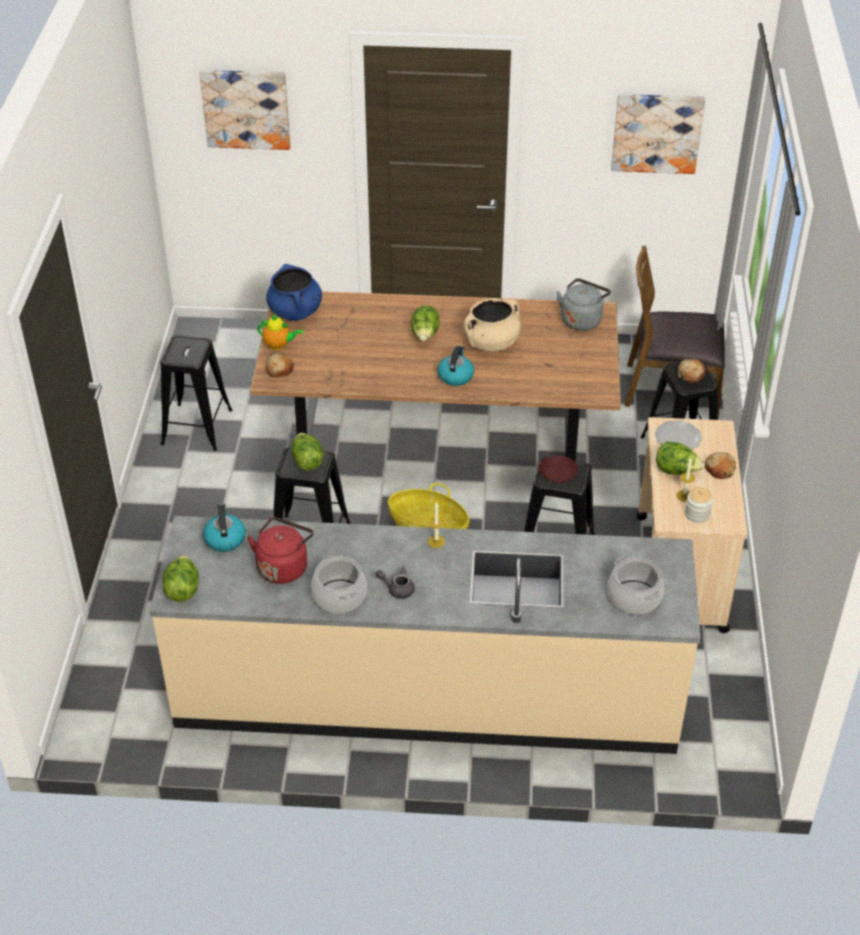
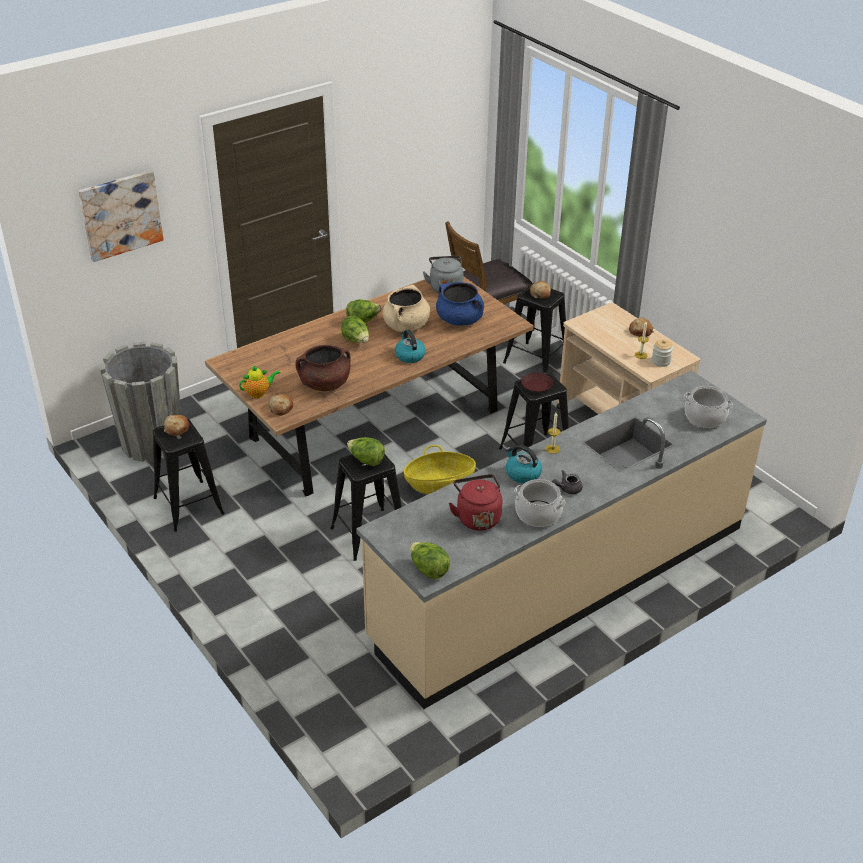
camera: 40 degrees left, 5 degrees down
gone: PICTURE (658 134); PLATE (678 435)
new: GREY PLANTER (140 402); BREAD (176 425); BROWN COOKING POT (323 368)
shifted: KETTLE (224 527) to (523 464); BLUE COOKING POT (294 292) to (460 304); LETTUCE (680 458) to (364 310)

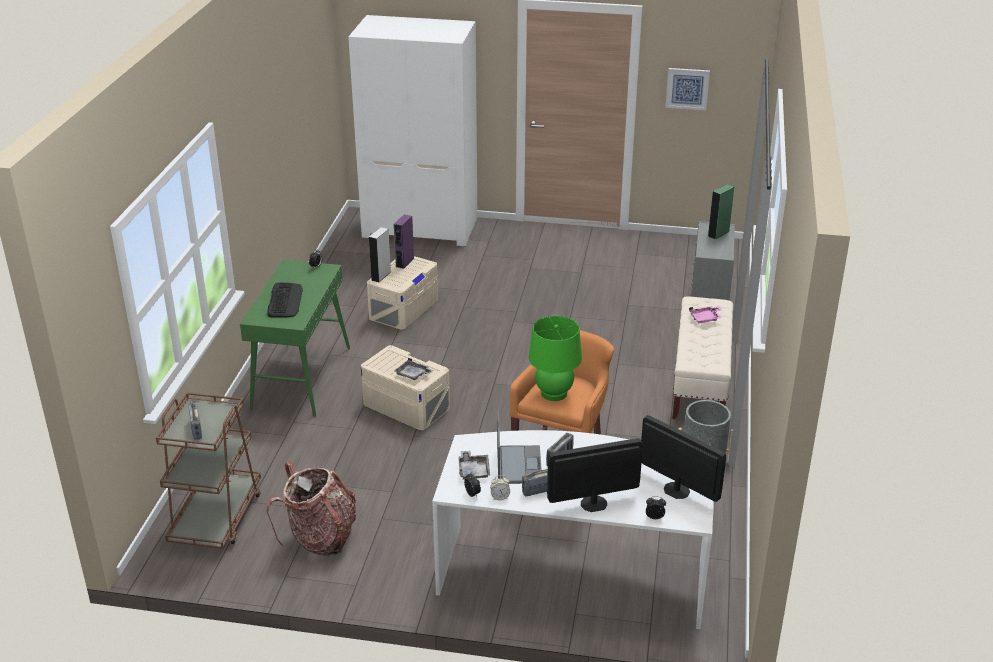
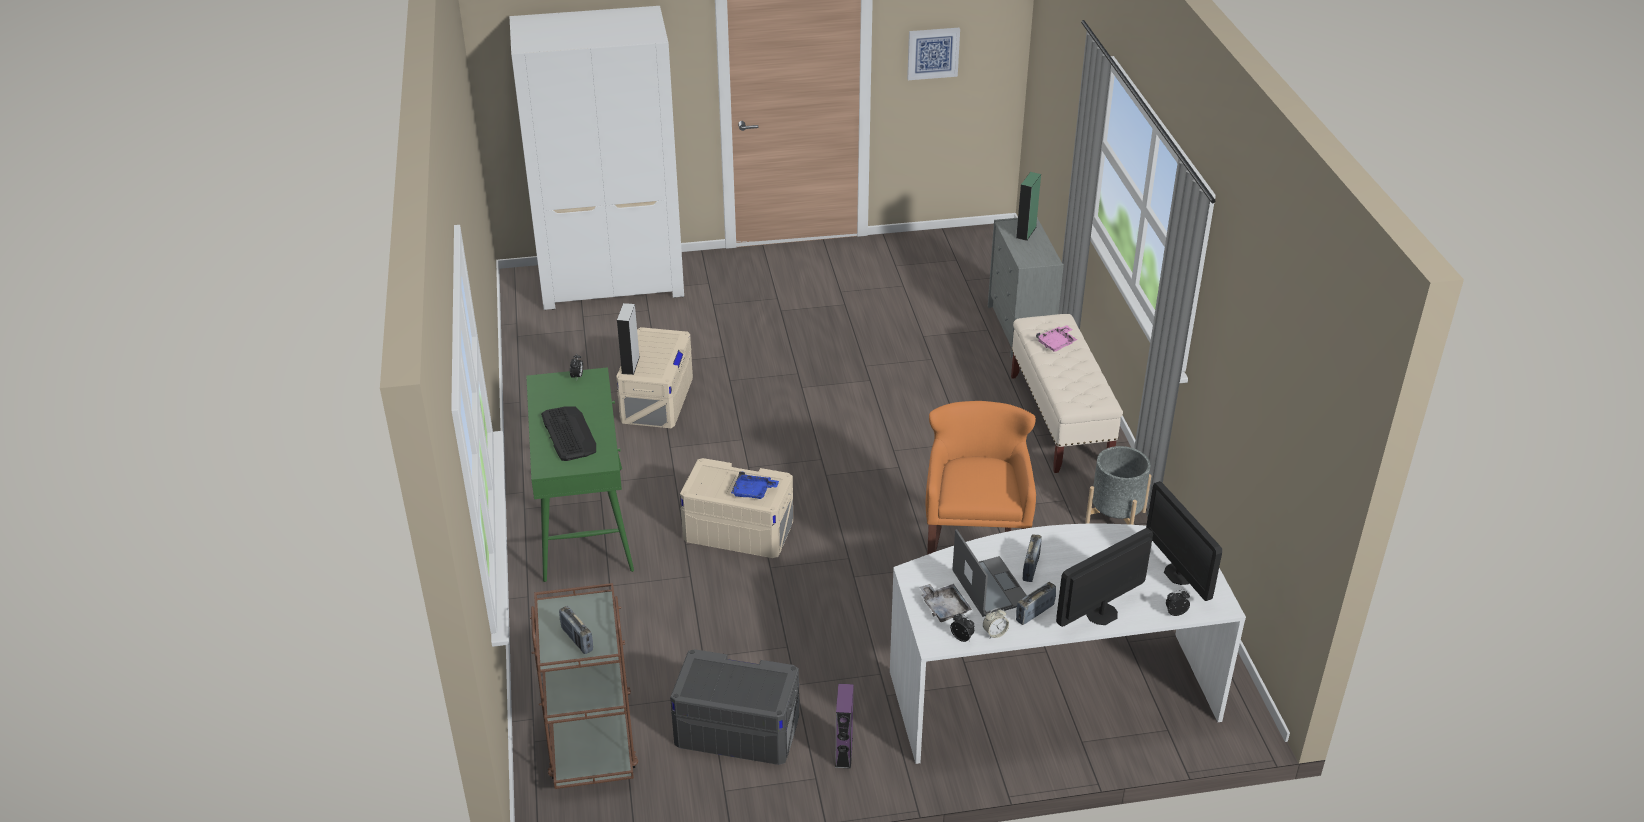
camera: 20 degrees left, 5 degrees up
gone: GREEN TABLE LAMP (555 358)
shifted: PURPLE SPEAKER (404 242) to (844 726)
swapped: BACKPACK (311 508) to GREY STORAGE BOX (734 707)
repainted: GREY TRAY (414 369) to BLUE TRAY (755 485)
rotated: MONITOR (683 458) = (1184 541) 135 degrees counterclockwise

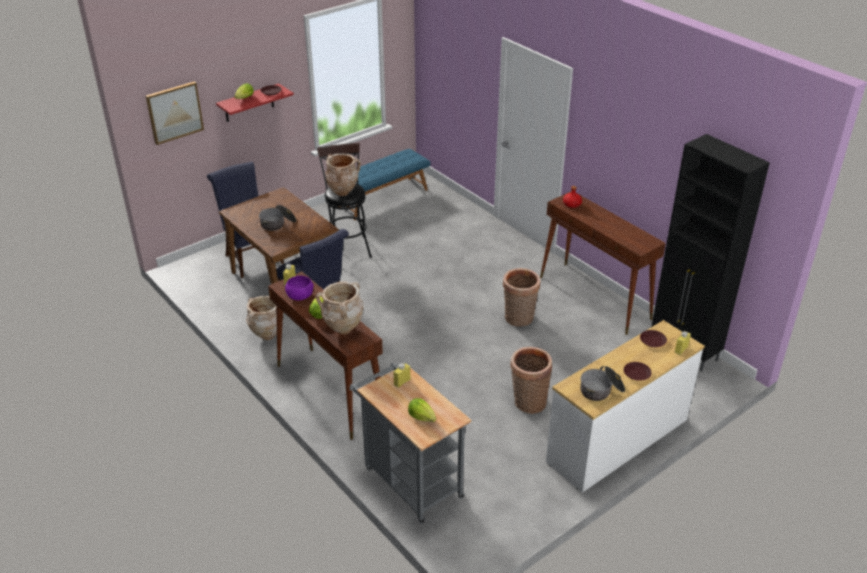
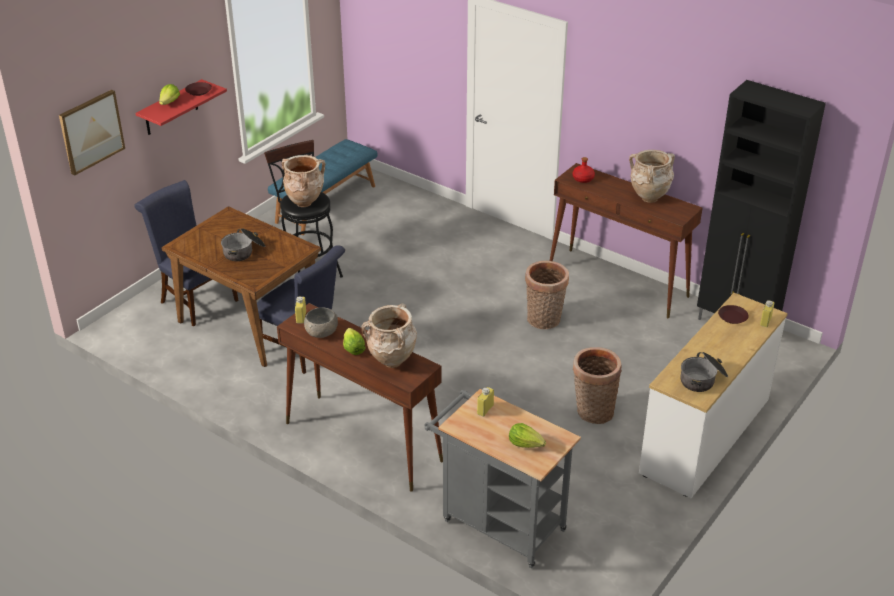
camera: 15 degrees left, 0 degrees up
gone: BROWN PLATE (637 371)
shifted: BEIGE VASE (265 318) to (652 176)
repainted: PURPLE BOWL (299 288) to GREY BOWL (321 322)

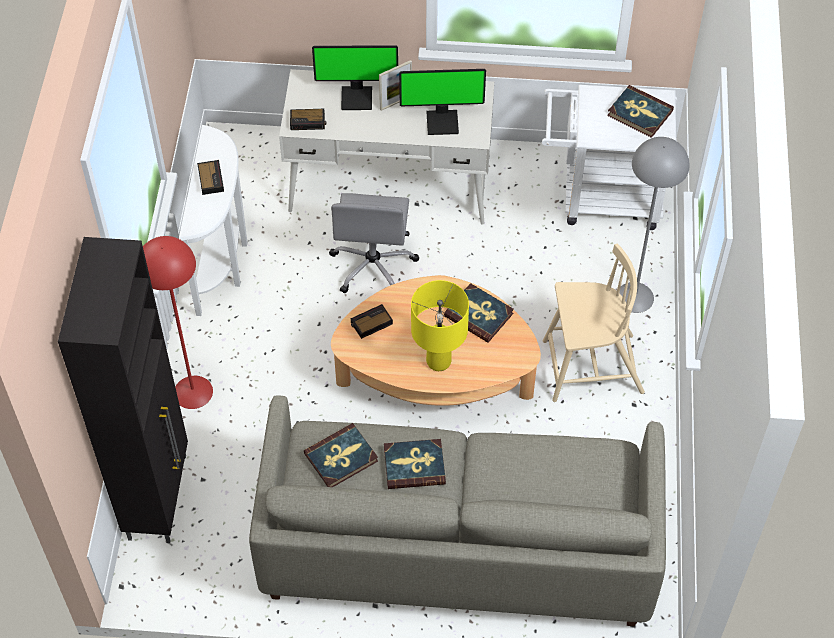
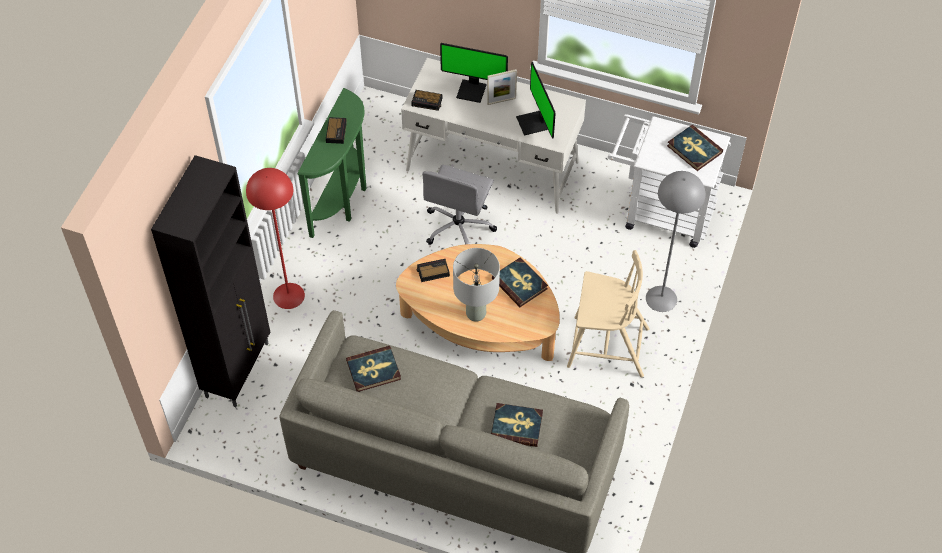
camera: 15 degrees right, 0 degrees up
shifted: BOOK (415 464) to (517 425)
repainted: WHITE CONSOLE TABLE (213 220) to GREEN CONSOLE TABLE (332 163); YELLOW TABLE LAMP (440 325) to GREY TABLE LAMP (476 285)
rotated: MONITOR (442 102) = (536 100) 60 degrees clockwise

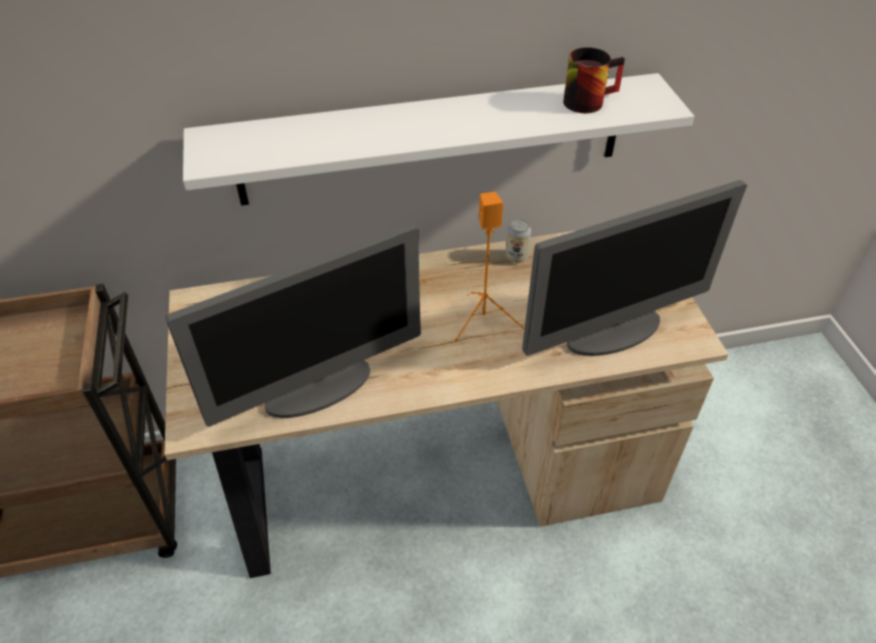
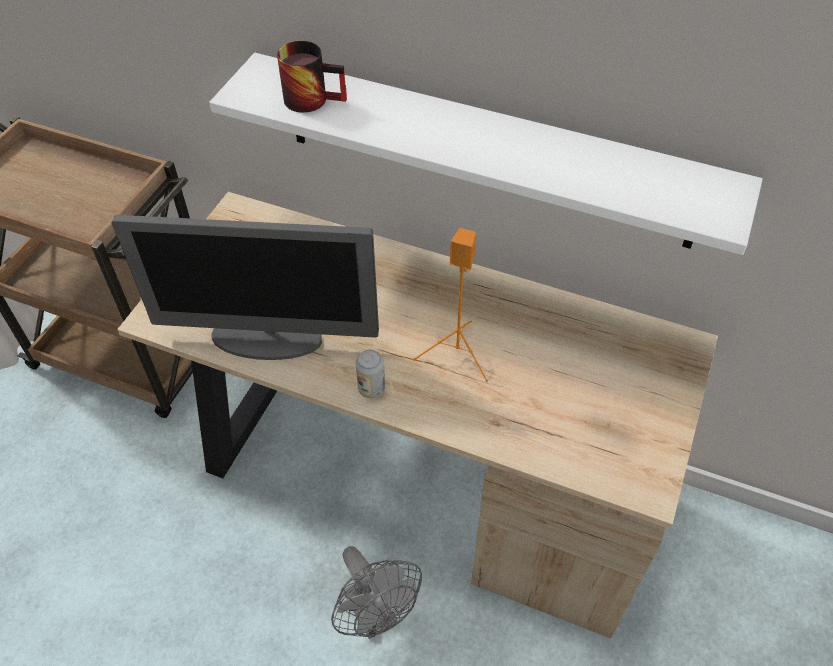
camera: 35 degrees right, 5 degrees up
gone: MONITOR (634 268)
new: GREY FAN (376 592)
shifted: CAN (518 241) to (370 374); MUG (594 80) to (312 77)

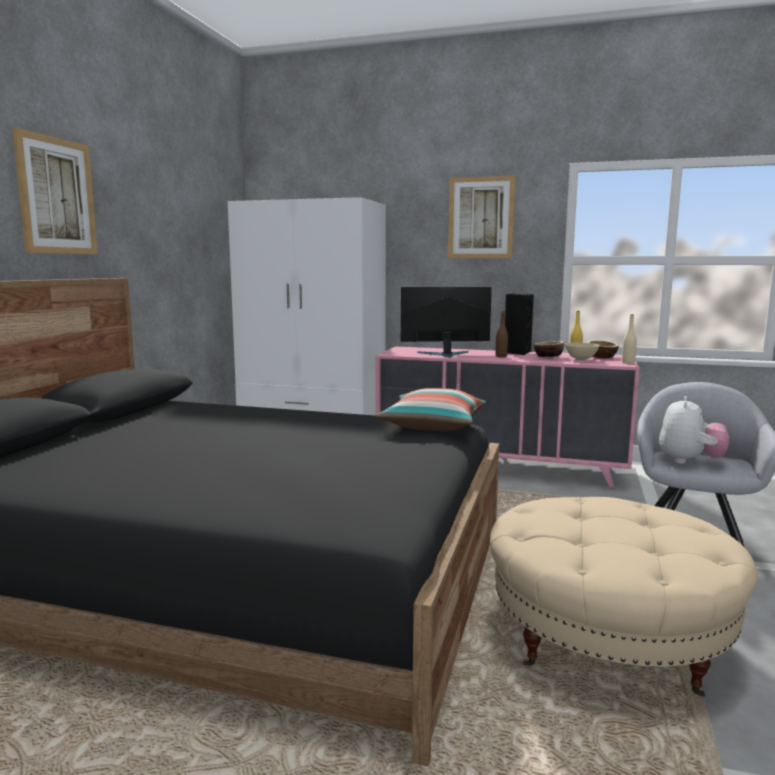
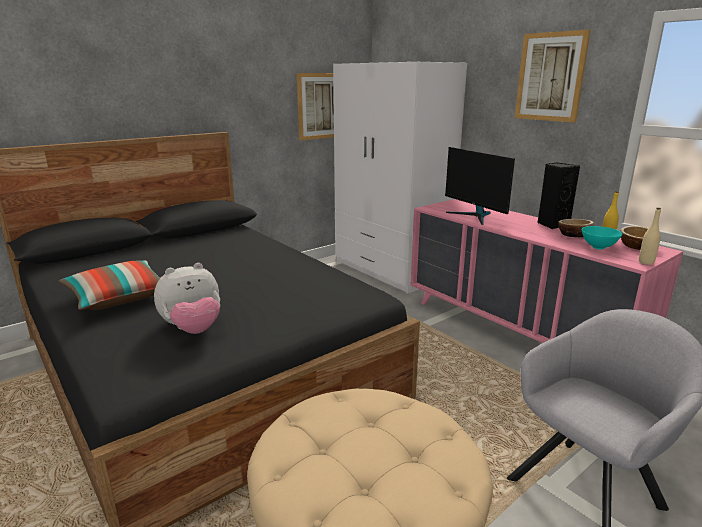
camera: 35 degrees right, 10 degrees up
gone: BROWN BOTTLE (502 334)
shifted: PICTURE (55 191) to (315 107); PILLOW (431 409) to (109 285); PLUSH TOY (694 430) to (187 298)
repainted: BEIGE BOWL (582 352) to TURQUOISE BOWL (601 237)
rotated: MONITOR (446 322) = (480 186) 150 degrees counterclockwise

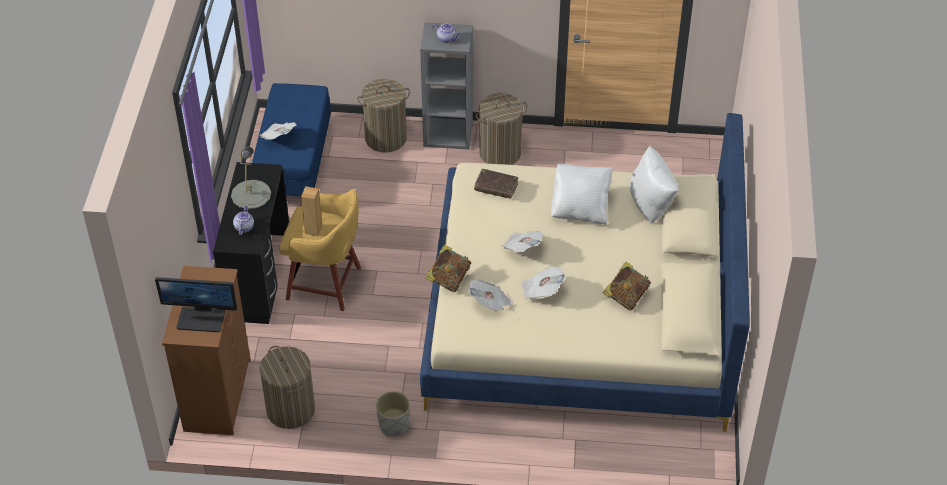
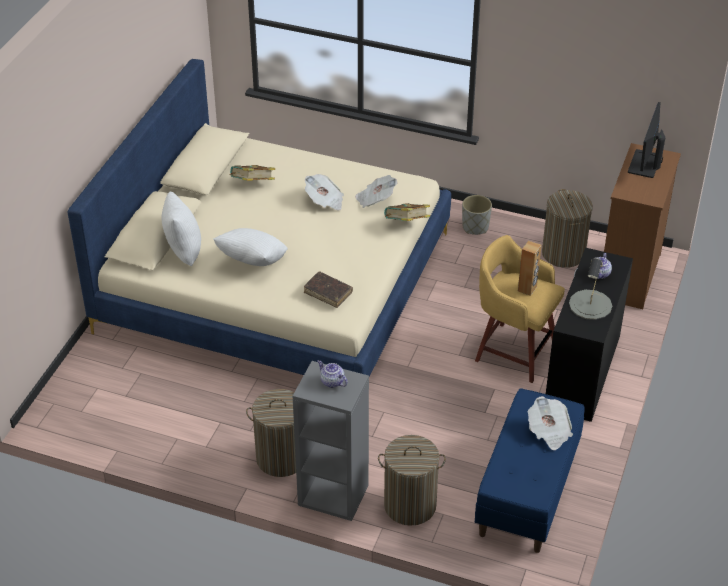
camera: 165 degrees left, 5 degrees down
gone: NEWSPAPER (523 241)
rotated: MONITOR (196 304) = (646 140) 90 degrees counterclockwise

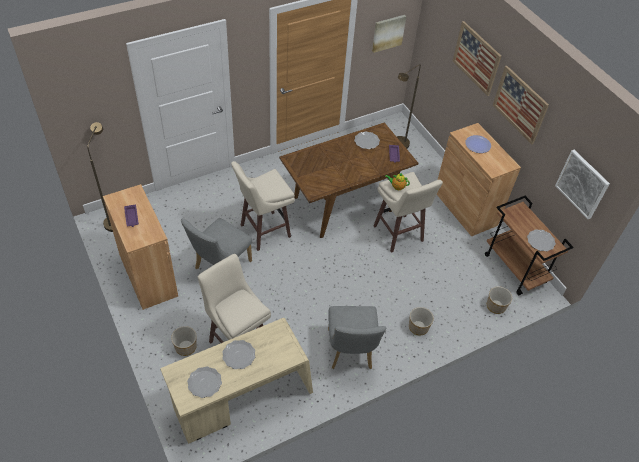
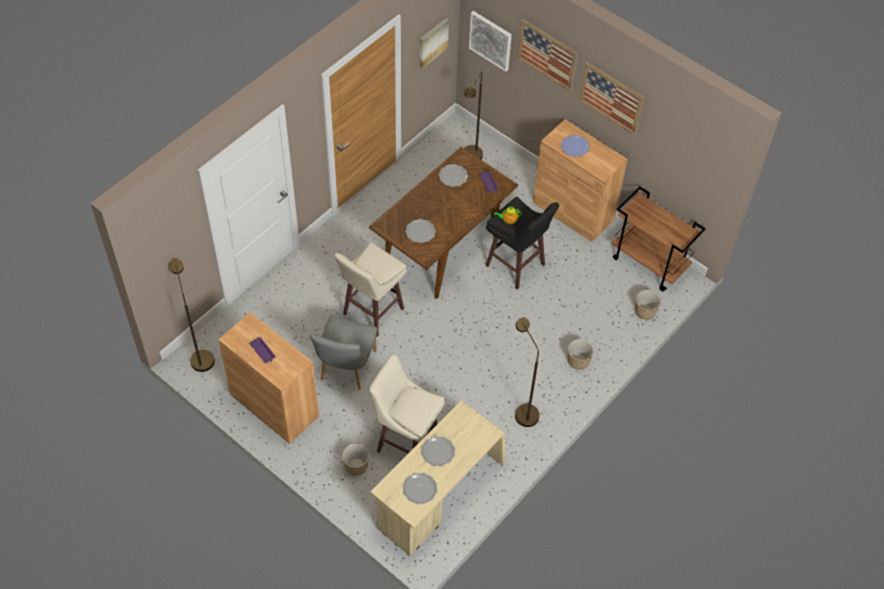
camera: 20 degrees left, 5 degrees up
shifted: PLATE (541 240) to (420 231); PICTURE (582 184) to (490 41)
swapped: GREY CHAIR (357 337) to BROWN FLOOR LAMP (527 372)
repainted: BEIGE STOOL (408 212) to BLACK STOOL (522 243)

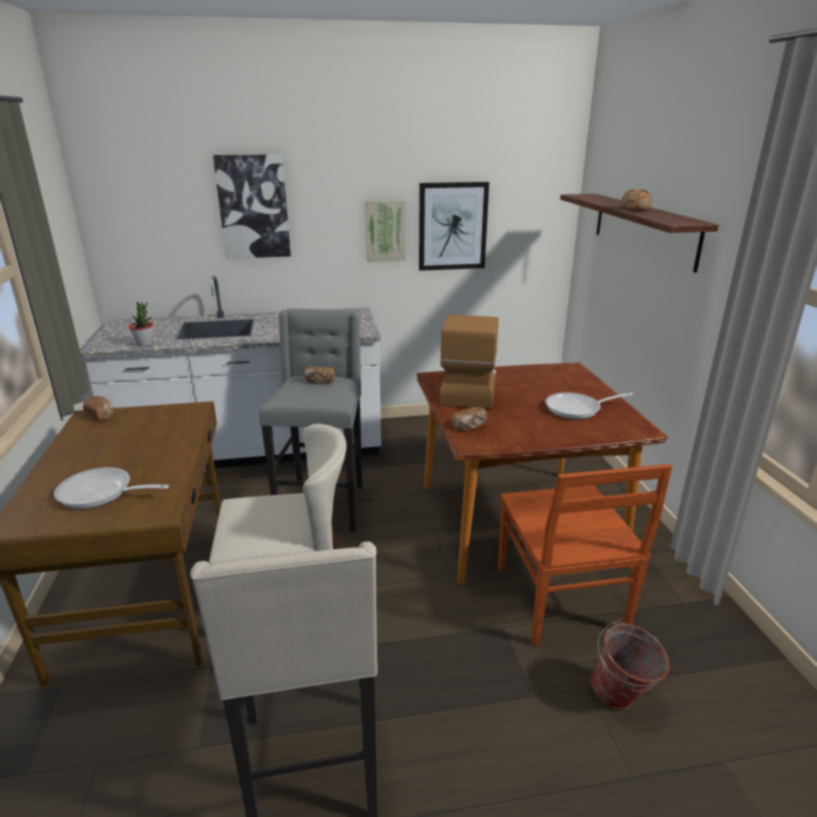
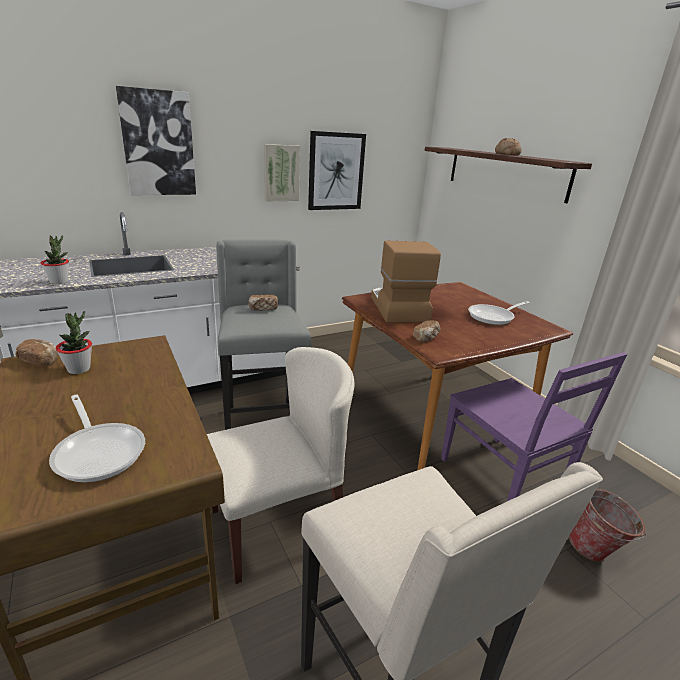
camera: 20 degrees left, 0 degrees up
new: POTTED PLANT (74 342)
repainted: BROWN CHAIR (585 555) to PURPLE CHAIR (534 426)
rotated: FRYING PAN (111 488) = (97 439) 120 degrees counterclockwise

